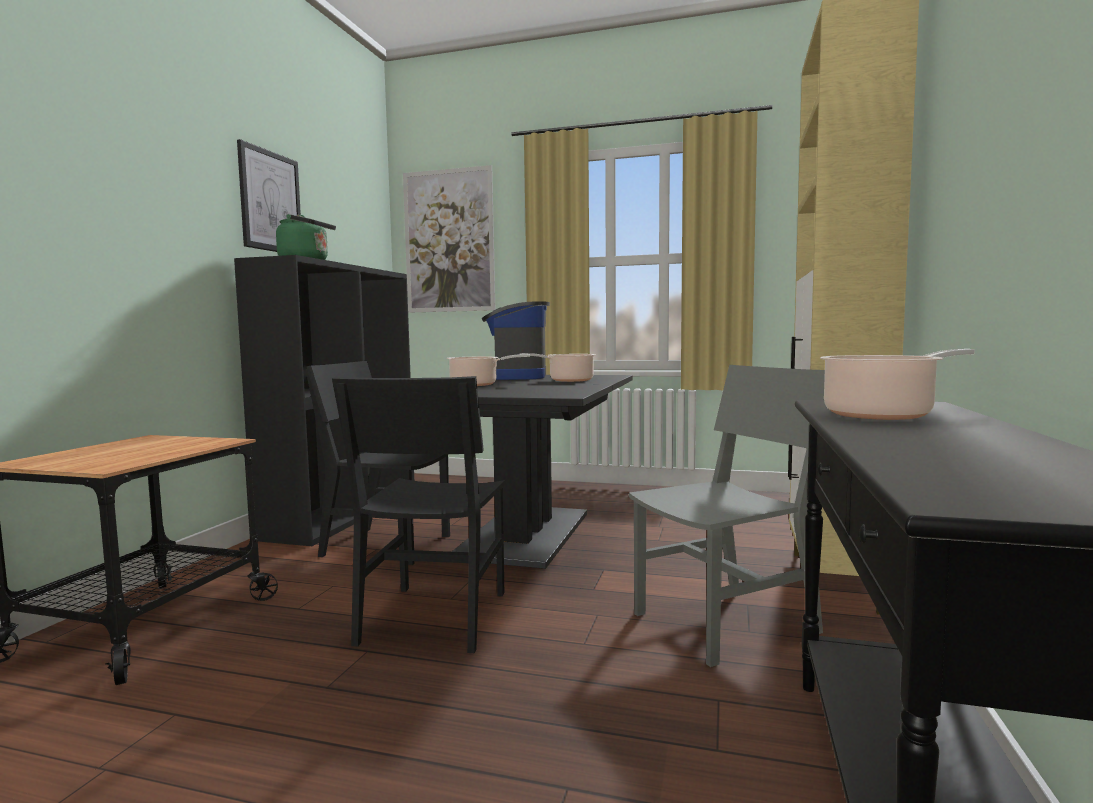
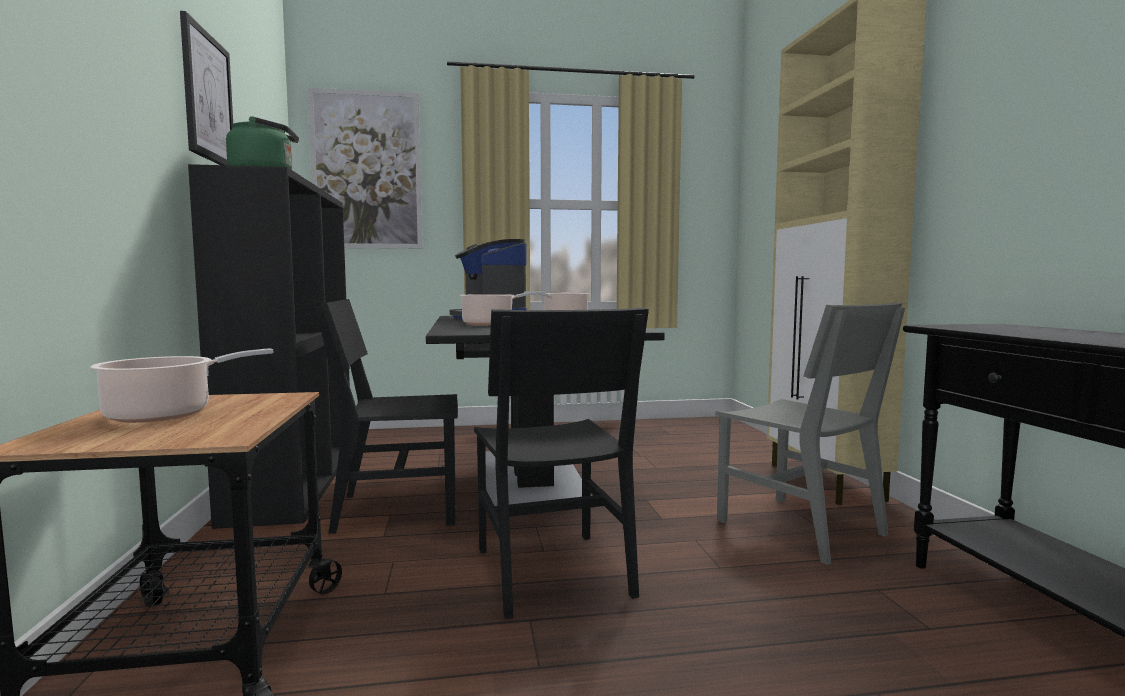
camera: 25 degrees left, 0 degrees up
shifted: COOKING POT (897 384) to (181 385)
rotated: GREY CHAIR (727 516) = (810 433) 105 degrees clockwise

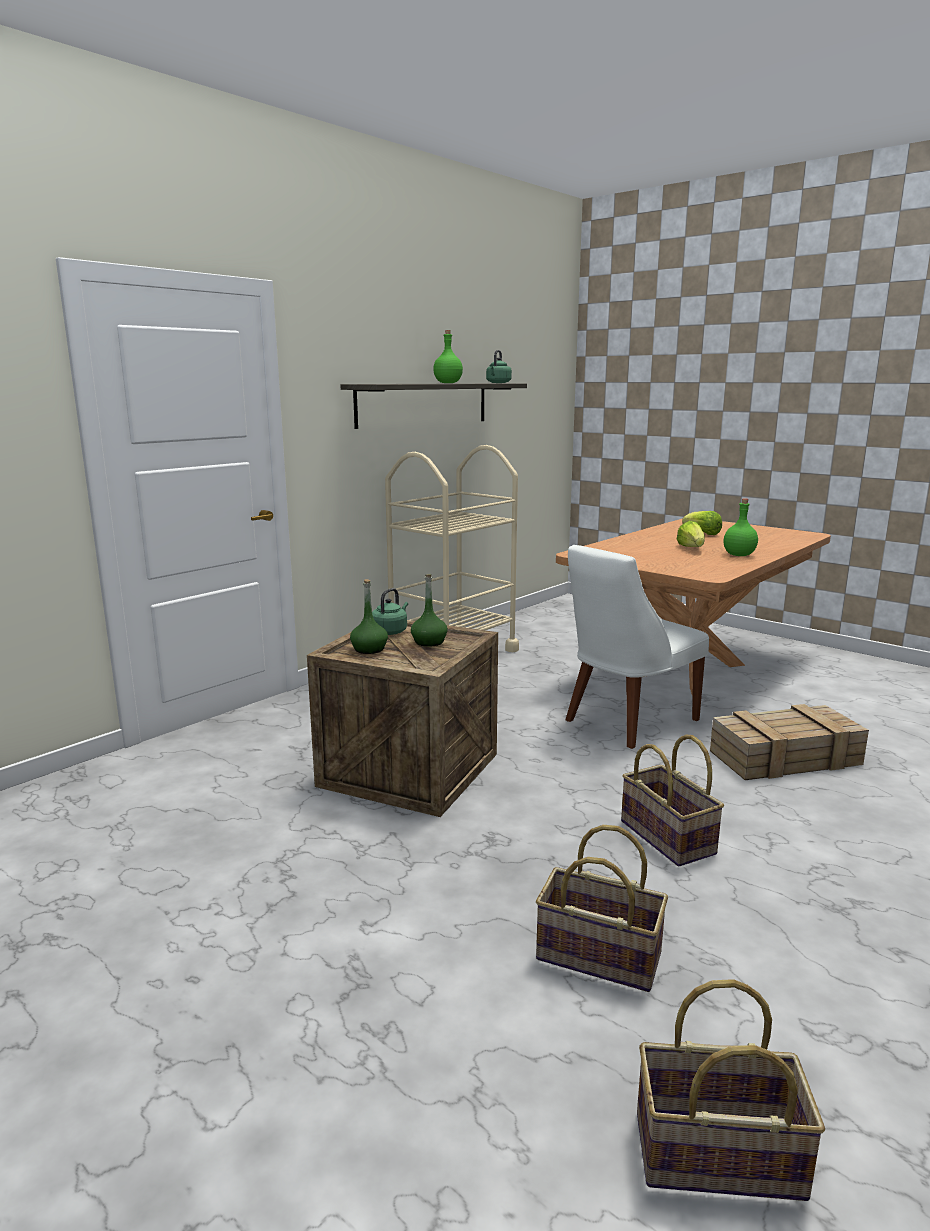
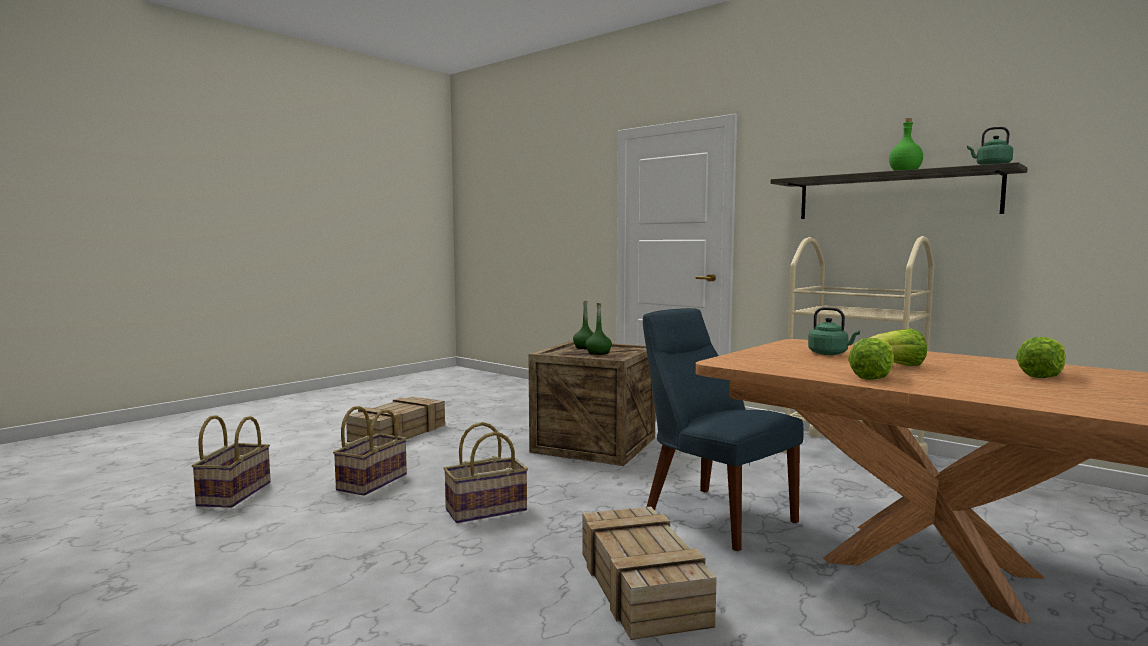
camera: 90 degrees right, 10 degrees down
new: CRATE (395 419)
shifted: GREEN KETTLE (390 611) to (834 331)
swapped: GREEN BOTTLE (741 527) to LETTUCE (871 359)
repainted: WHITE CHAIR (637 647) to BLUE CHAIR (723 429)

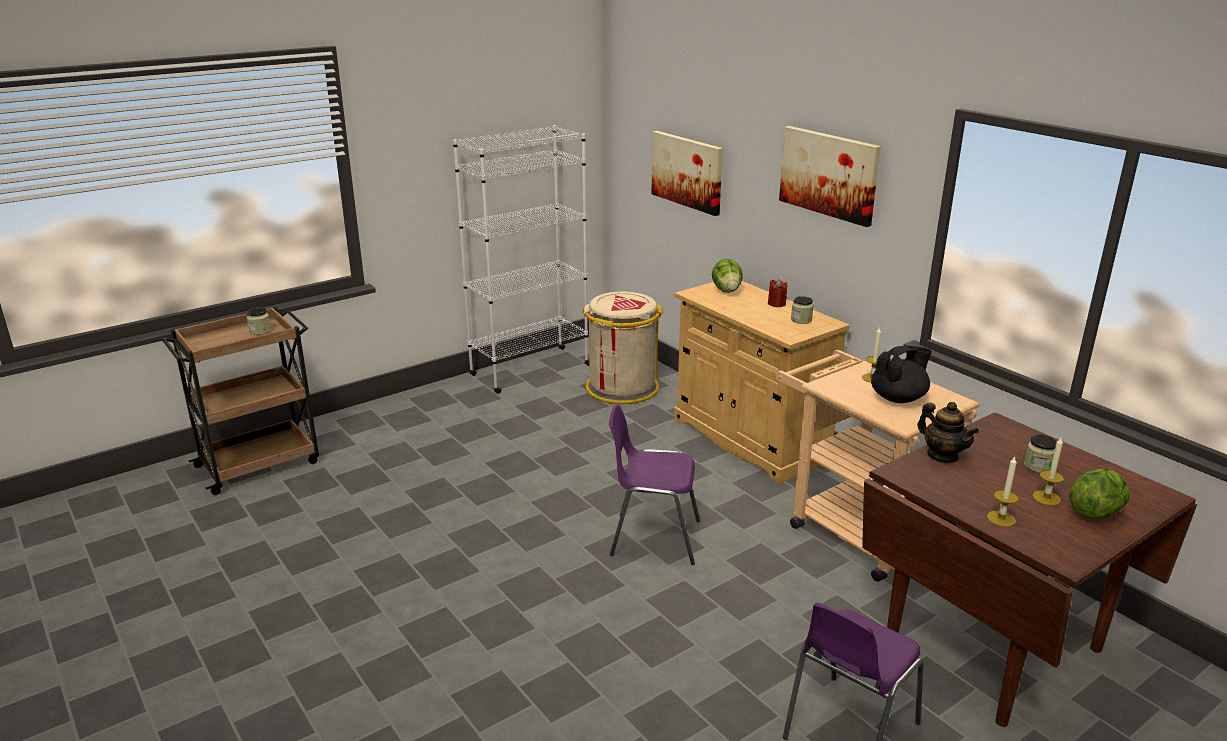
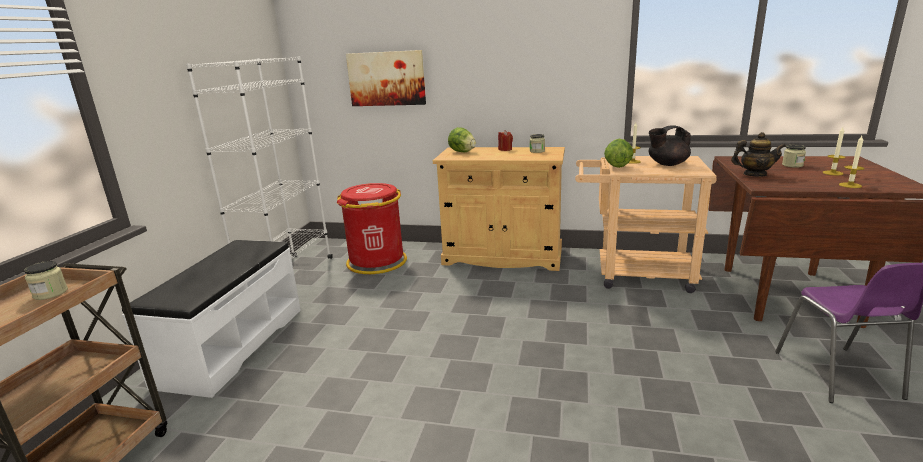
camera: 40 degrees left, 5 degrees down
gone: PURPLE CHAIR (654 484); PICTURE (830 176)
new: WHITE BENCH (211 319)
shifted: LETTUCE (1099 494) to (618 153)
repainted: BEIGE TRASH CAN (623 347) to RED TRASH CAN (372 228)
rotated: BLACK TEAPOT (901 374) = (670 145) 120 degrees counterclockwise

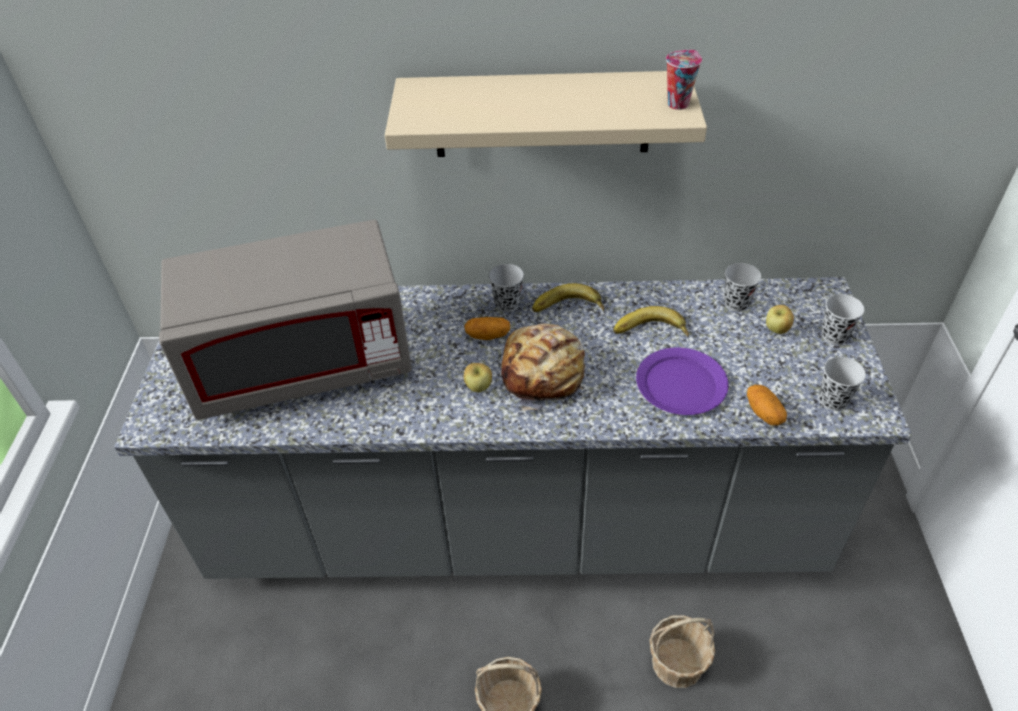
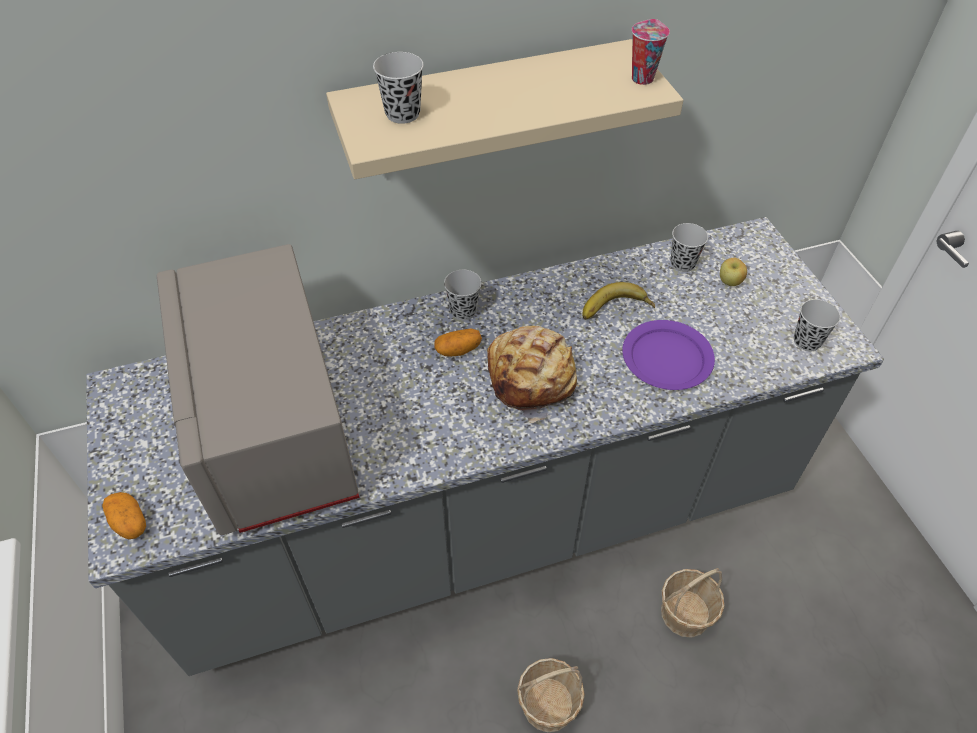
camera: 20 degrees left, 5 degrees up
gone: APPLE (478 377); BANANA (568 297)
shifted: POTATO (767 405) to (124 515); BLACK CUP (843 319) to (398 88)
rotated: GREY MICROWAVE (285 320) = (258 389) 105 degrees clockwise

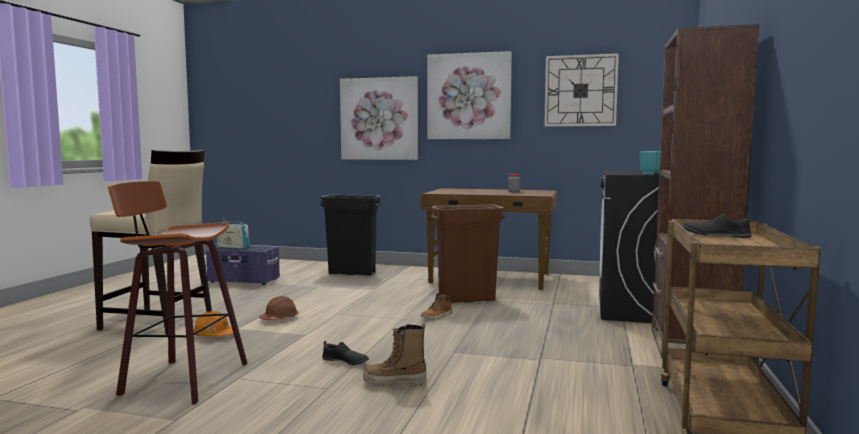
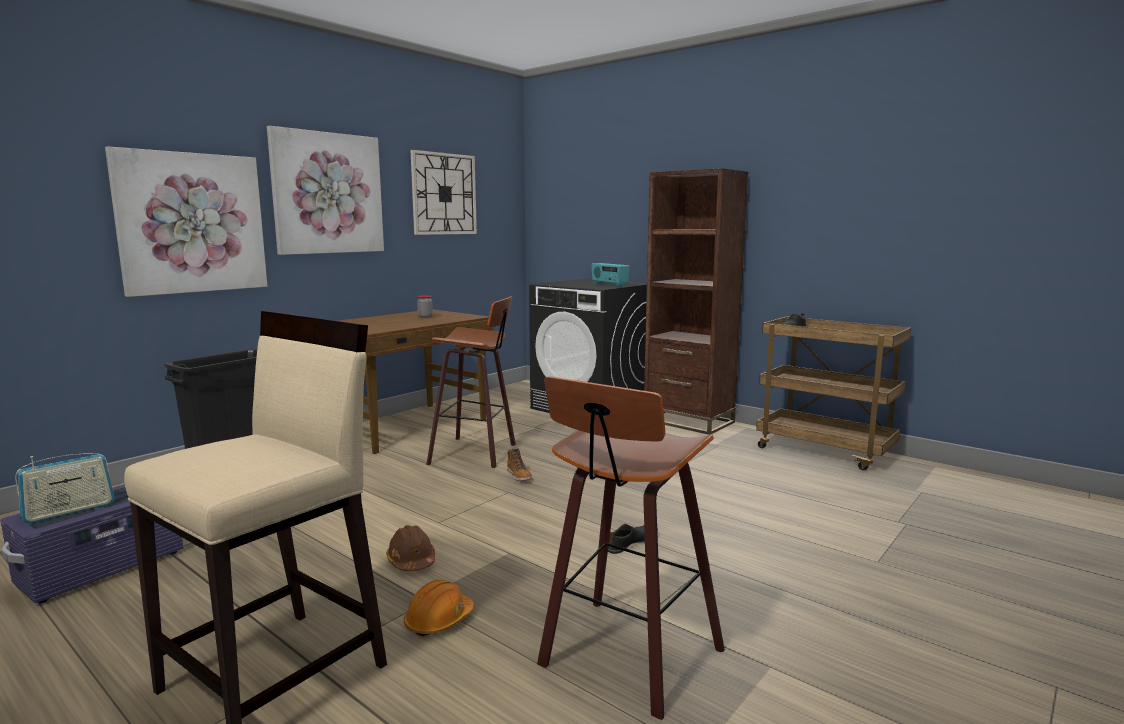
camera: 65 degrees left, 5 degrees up
gone: BOOT (395 354)
swapped: BROWN TRASH CAN (468 254) to STOOL (471 382)

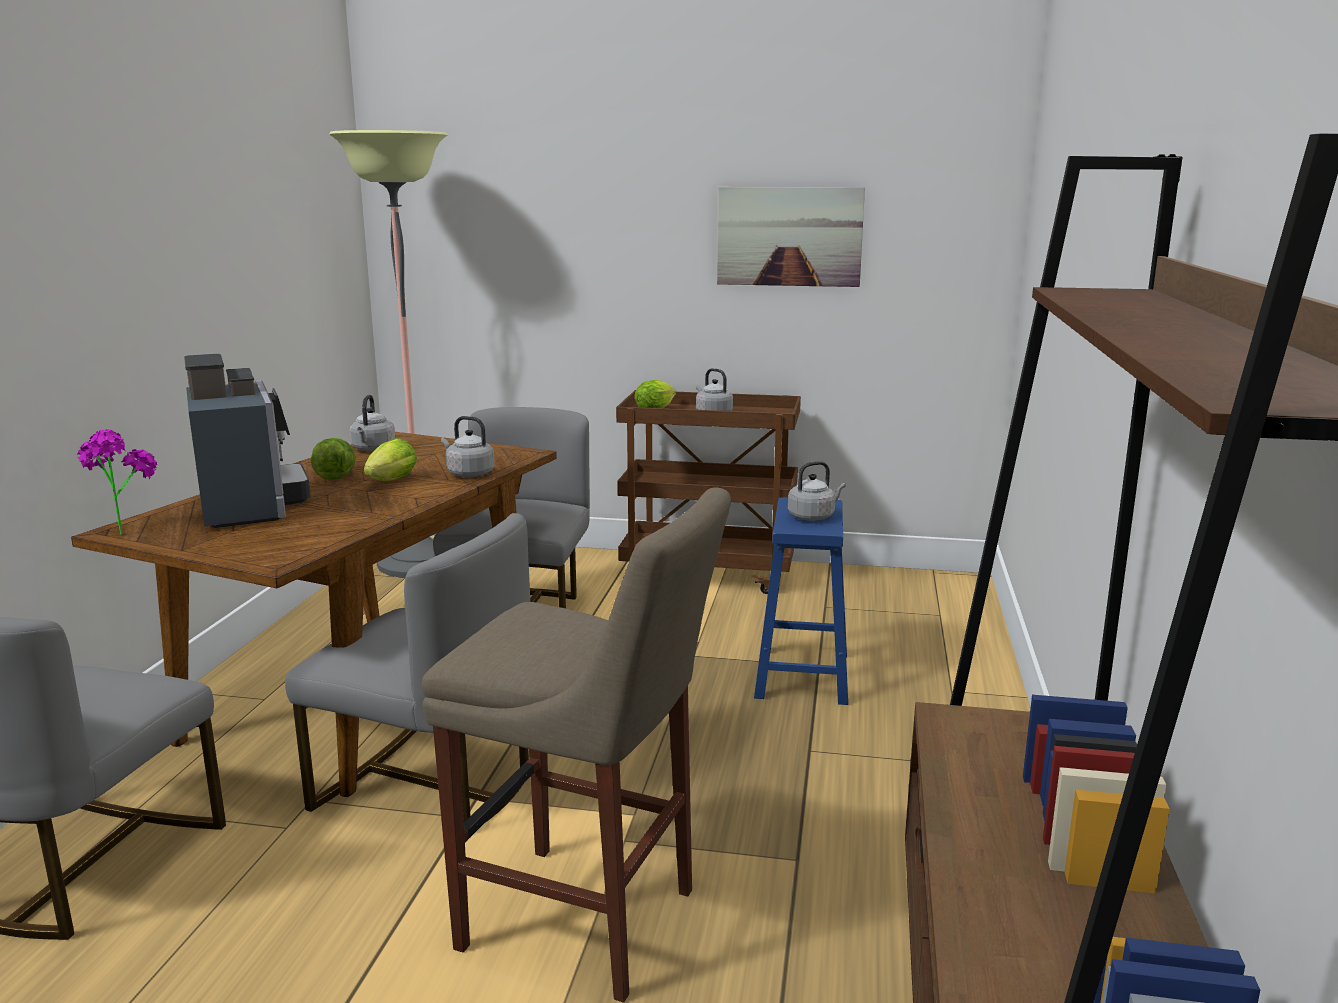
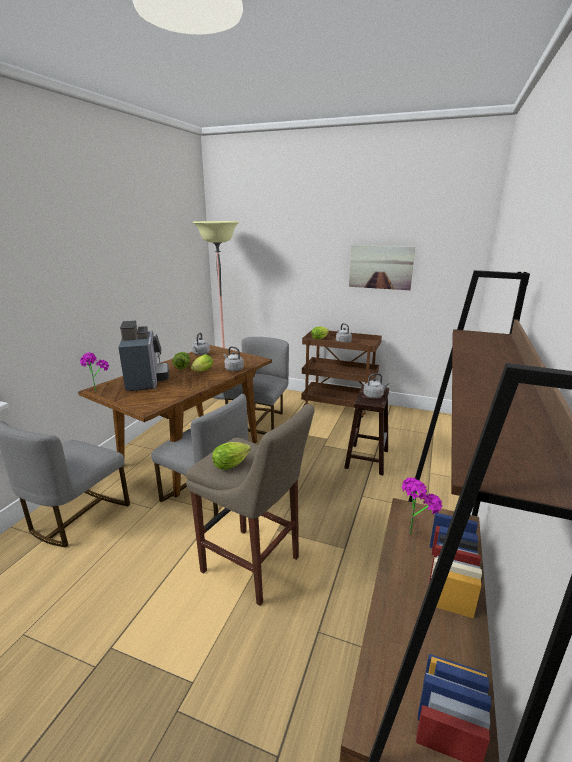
camera: 10 degrees right, 5 degrees up
new: LETTUCE (231 456); POTTED PLANT (422 506)
repainted: BLUE STOOL (801 601) to BROWN STOOL (366 430)

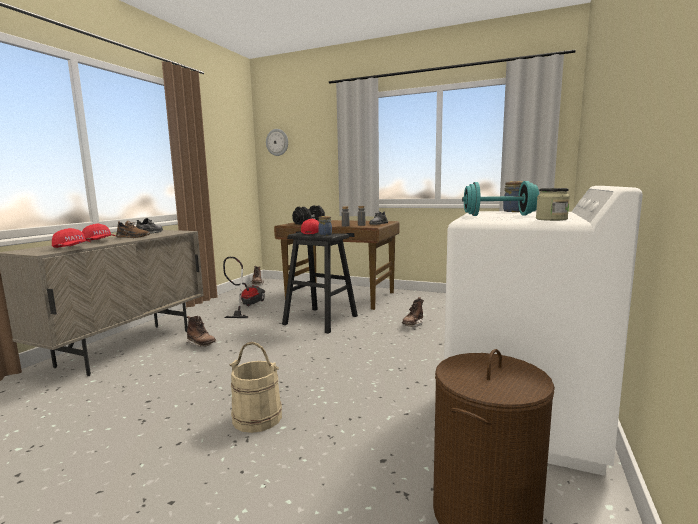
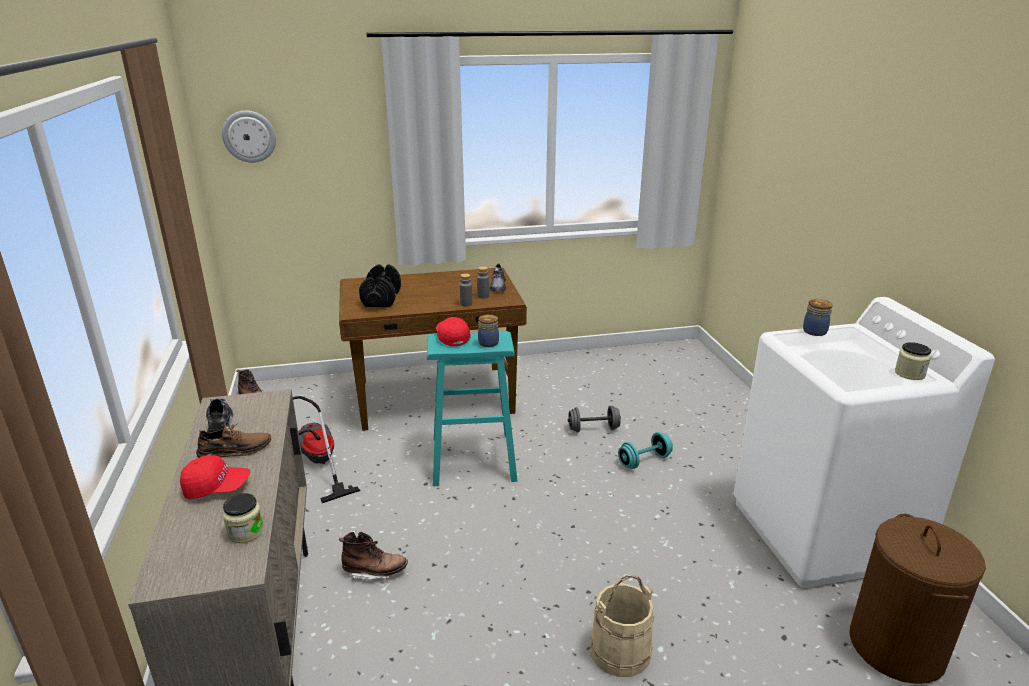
camera: 35 degrees left, 15 degrees up
shifted: TURQUOISE DUMBBELL (500 198) to (645 450)
swapped: RED CAP (71 238) to JAR (243 518); BROWN BOOT (413 312) to GREY DUMBBELL (594 418)
repainted: BLACK STOOL (320 283) to TURQUOISE STOOL (472 408)

